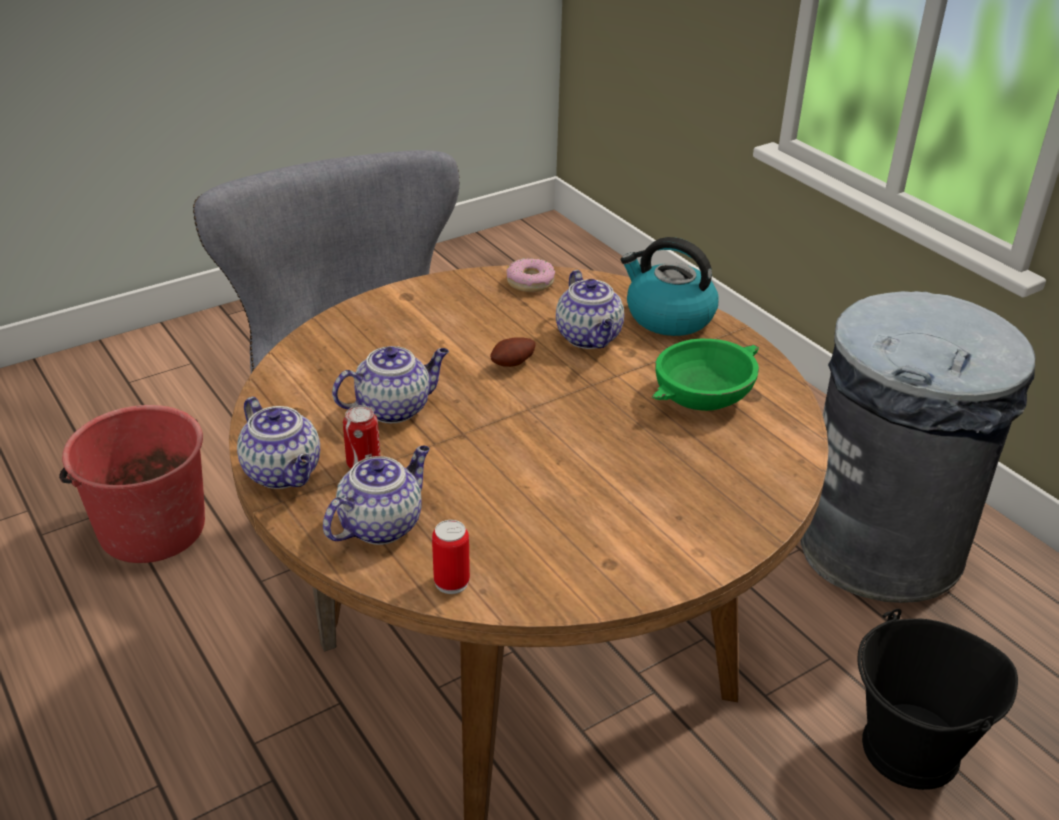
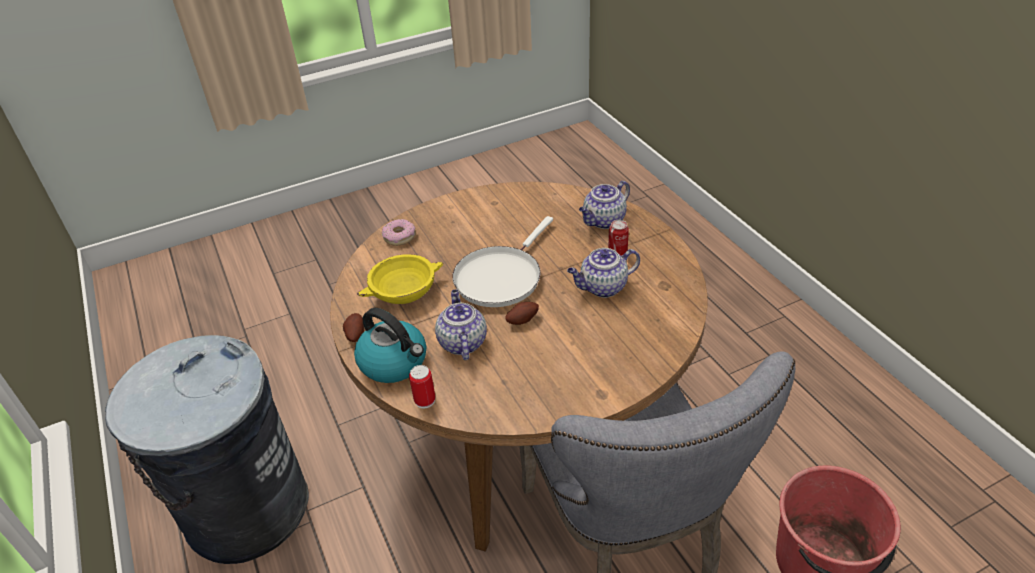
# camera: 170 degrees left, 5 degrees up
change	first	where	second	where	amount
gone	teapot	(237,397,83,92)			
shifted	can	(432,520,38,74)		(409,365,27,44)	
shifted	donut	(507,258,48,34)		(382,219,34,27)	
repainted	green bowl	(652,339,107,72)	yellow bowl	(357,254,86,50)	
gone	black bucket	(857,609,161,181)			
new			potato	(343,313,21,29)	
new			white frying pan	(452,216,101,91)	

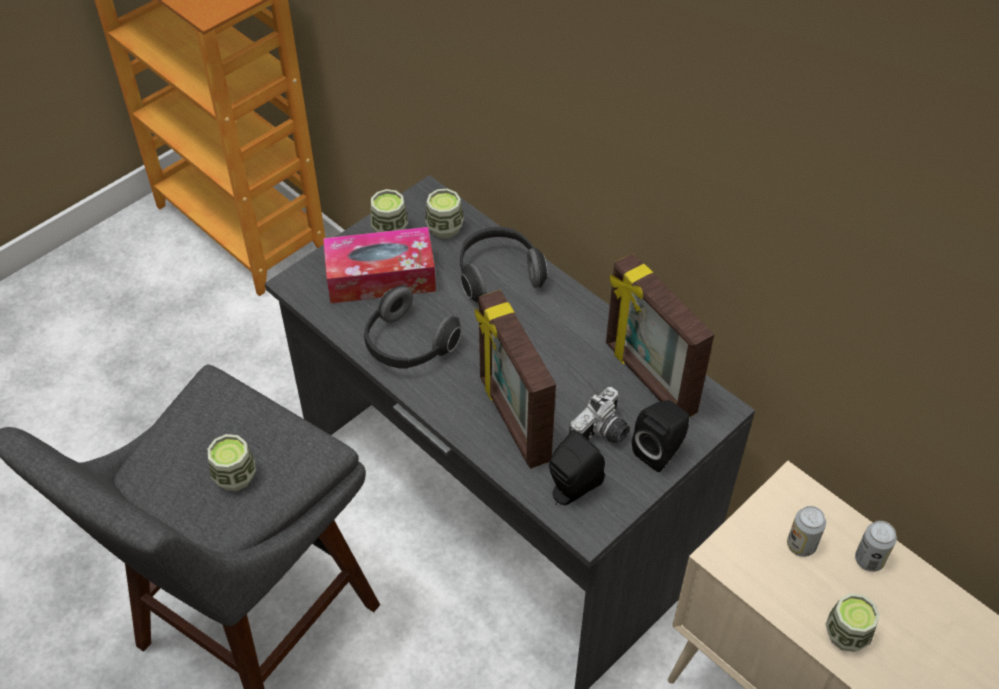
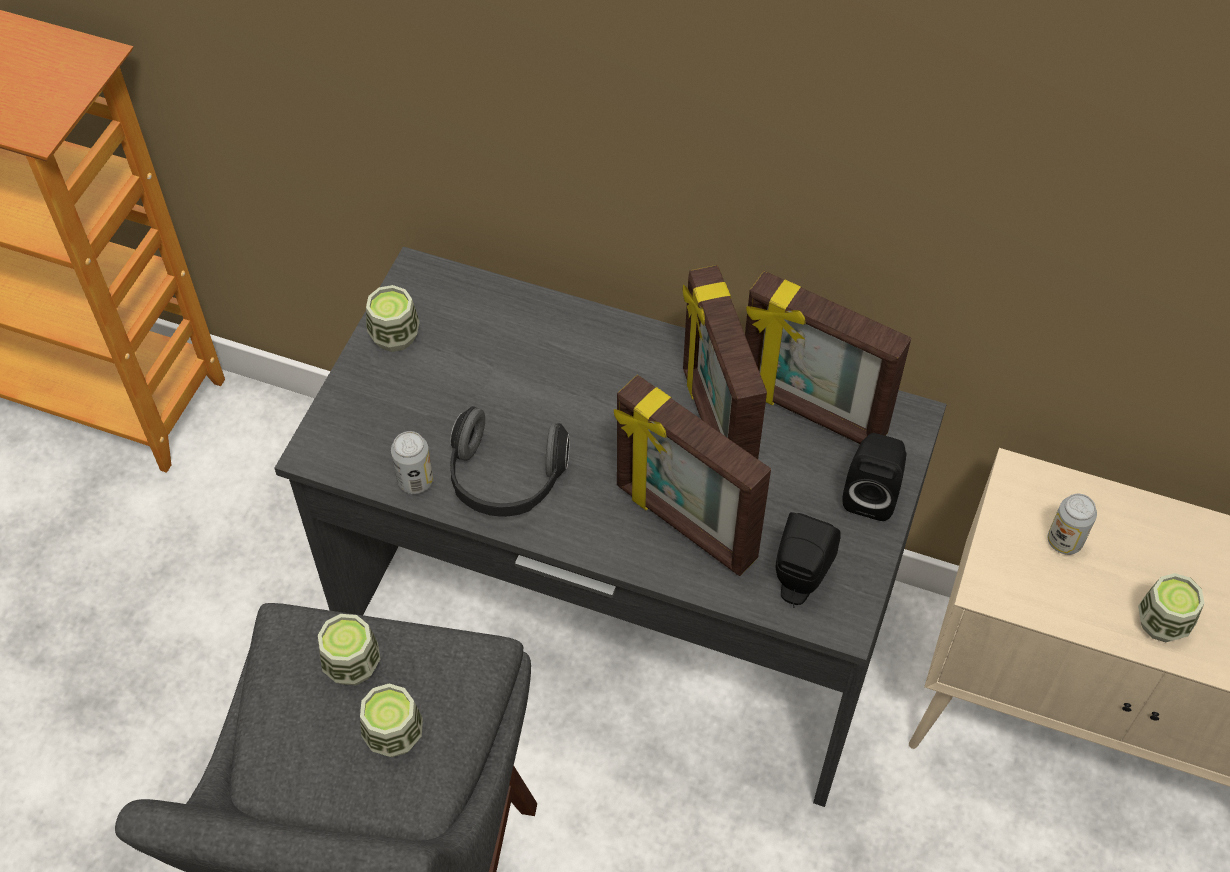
# camera: 25 degrees left, 5 degrees up
change	first	where	second	where	amount
gone	tissue box	(323,227,113,76)			
shifted	cup	(425,189,39,50)		(318,614,62,72)	
gone	headphones	(460,227,88,76)			
gone	photo camera	(569,387,61,57)			
shifted	can	(855,521,42,51)		(391,431,42,63)	
new			picture frame	(683,265,84,194)	

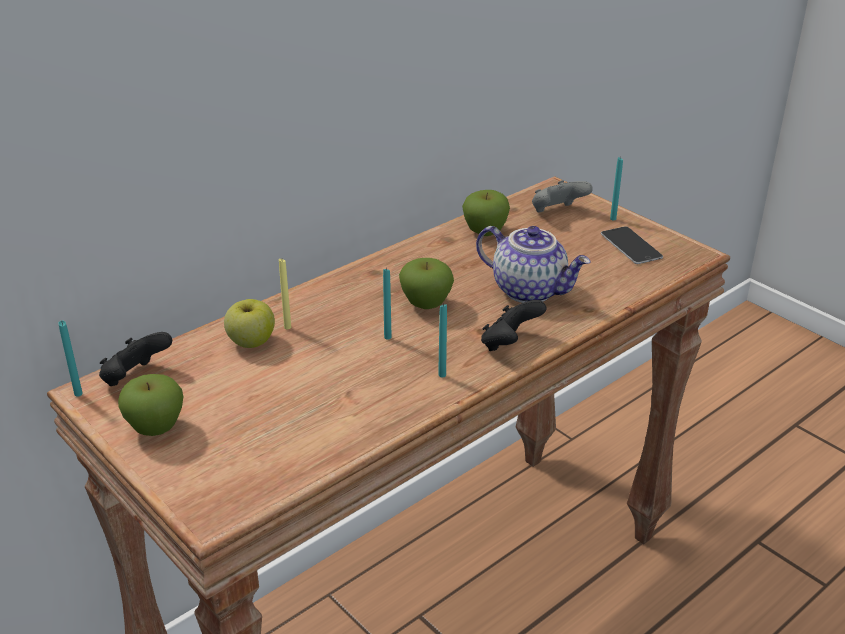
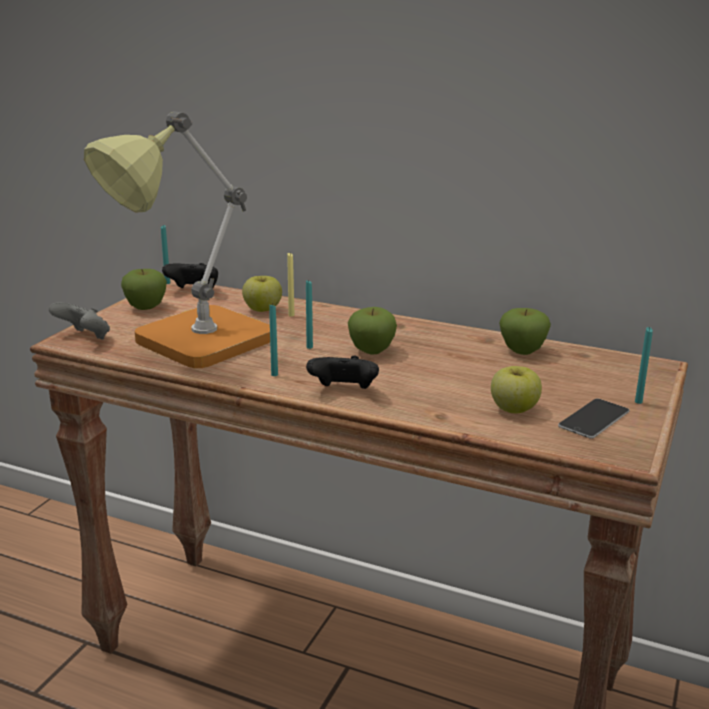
# camera: 65 degrees right, 10 degrees down
change	first	where	second	where	amount
gone	teapot	(476,226,115,77)			
shifted	grey game controller	(532,180,61,32)		(49,302,61,38)	
new			table lamp	(84,111,186,257)	
new			apple	(491,366,51,47)	

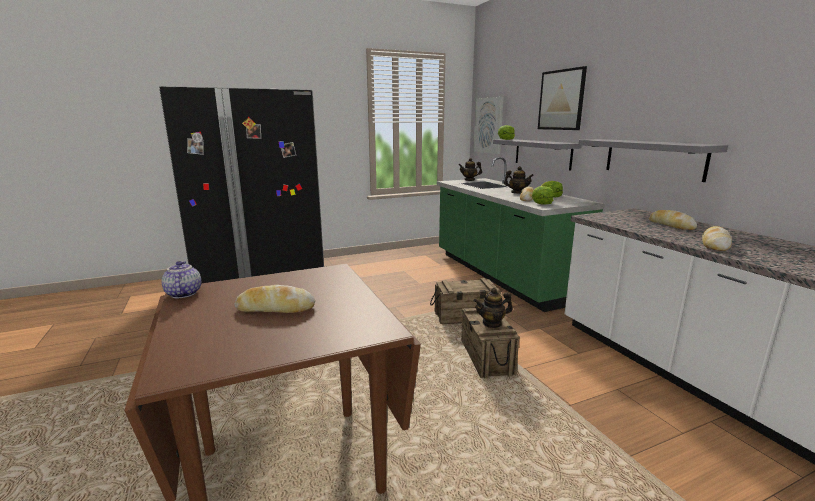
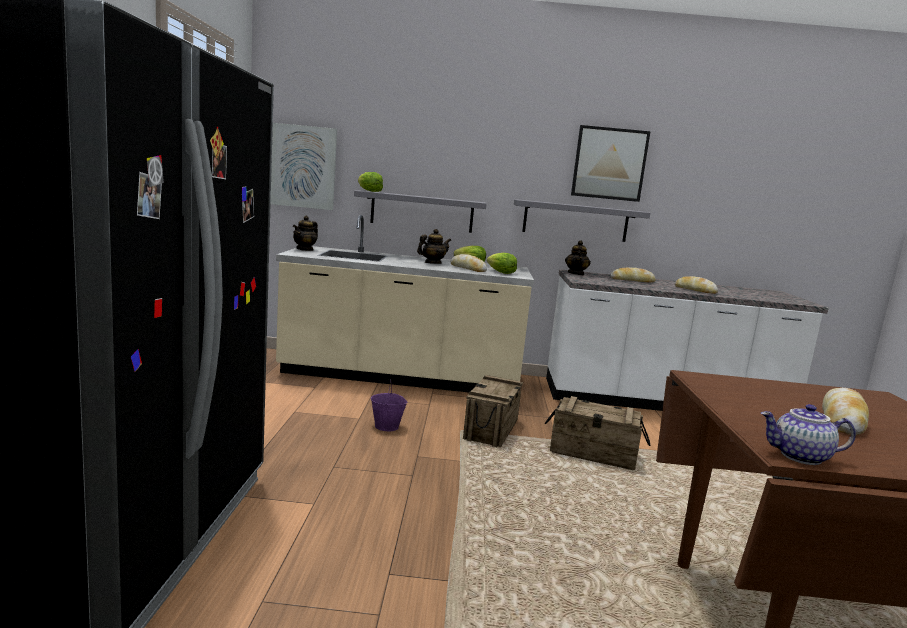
# camera: 65 degrees left, 5 degrees down
change	first	where	second	where	amount
repainted	green counter	(437,157,168,155)	beige counter	(276,215,258,177)	
shifted	teapot	(474,288,39,40)		(565,240,26,35)	
shifted	picture	(538,66,49,64)		(571,125,80,77)	
new			purple bucket	(371,379,36,52)	

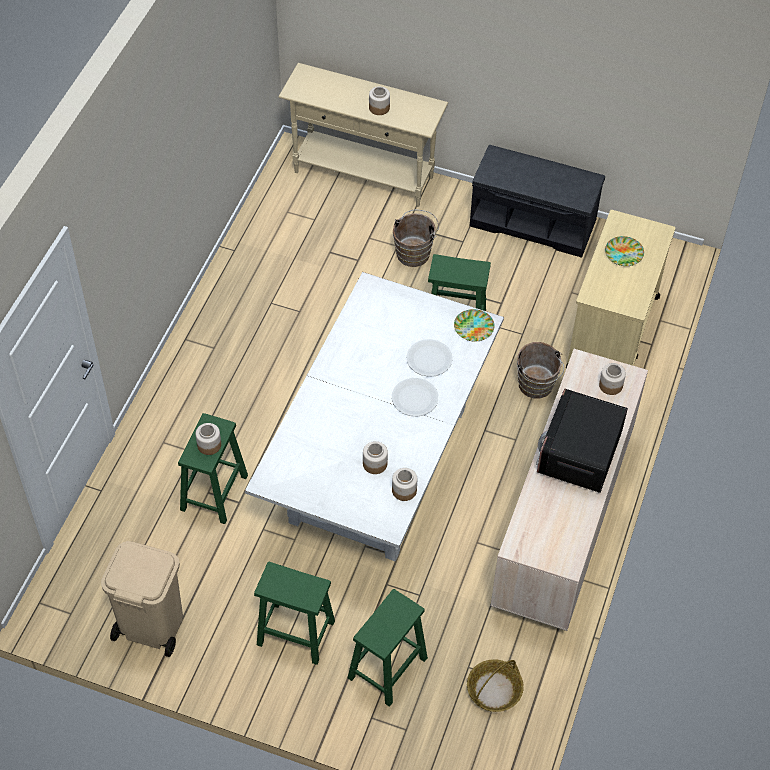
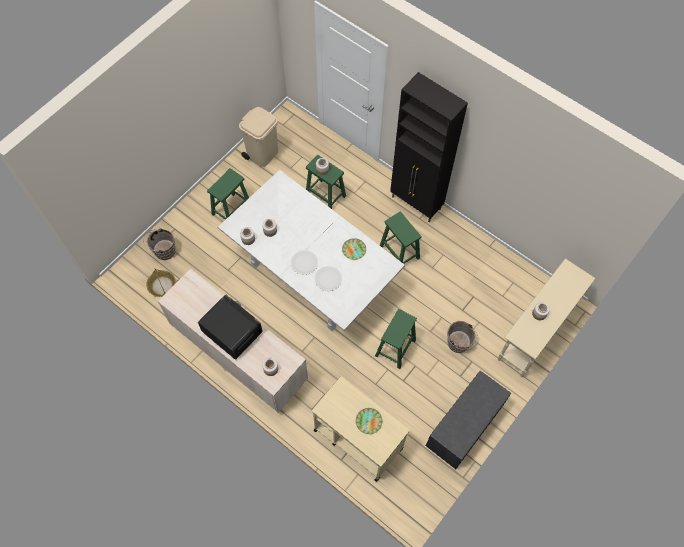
# camera: 110 degrees right, 10 degrees up
change	first	where	second	where	amount
shifted	green stool	(347,589,81,118)		(380,211,42,53)	
shifted	plate	(454,309,41,33)		(342,238,24,22)	
shifted	brown bucket	(517,342,47,56)		(143,227,33,33)	
new			black cabinet	(390,72,78,150)	

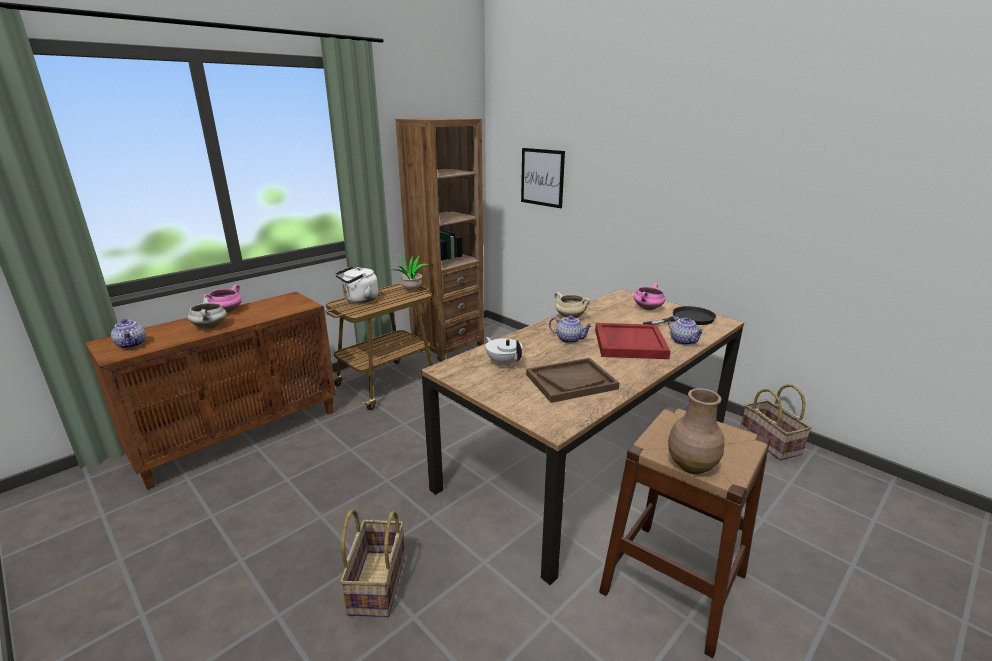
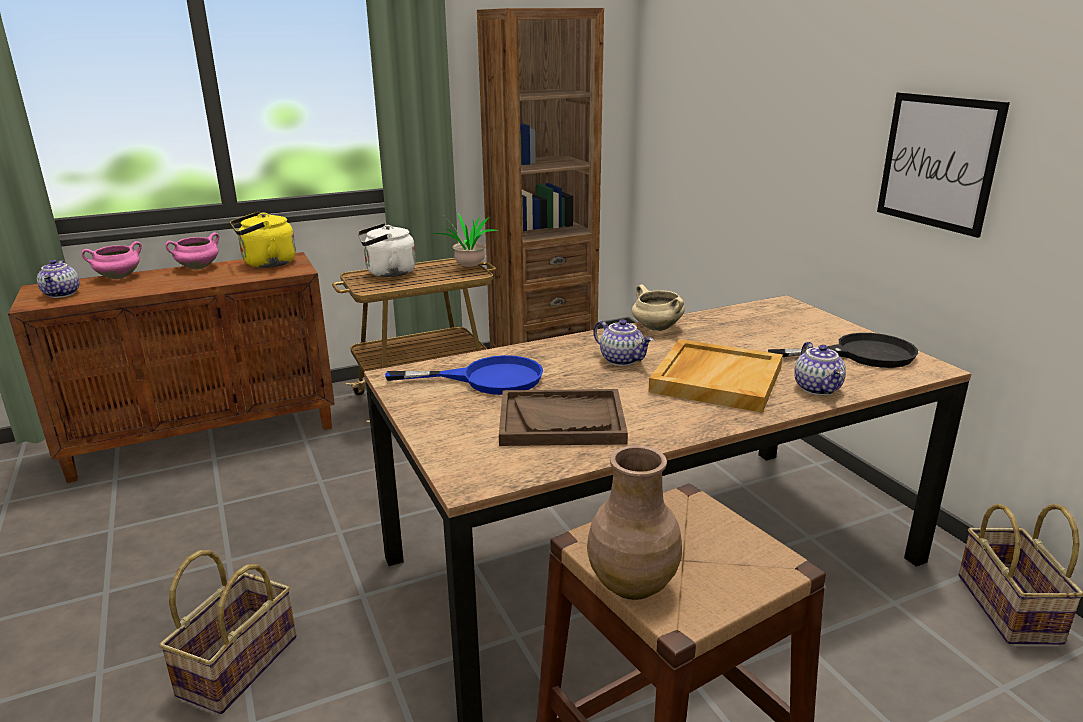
# camera: 20 degrees right, 0 degrees up
change	first	where	second	where	amount
gone	white cooking pot	(188,298,39,31)			
swapped	white teapot	(486,337,37,29)	blue frying pan	(385,355,158,40)	
shifted	picture	(521,148,44,60)		(877,92,133,146)	
repainted	red tray	(595,323,75,36)	beige tray	(648,339,135,74)	
shifted	pink cooking pot	(634,283,31,27)		(81,241,61,38)	
new			yellow kettle	(230,212,66,56)	

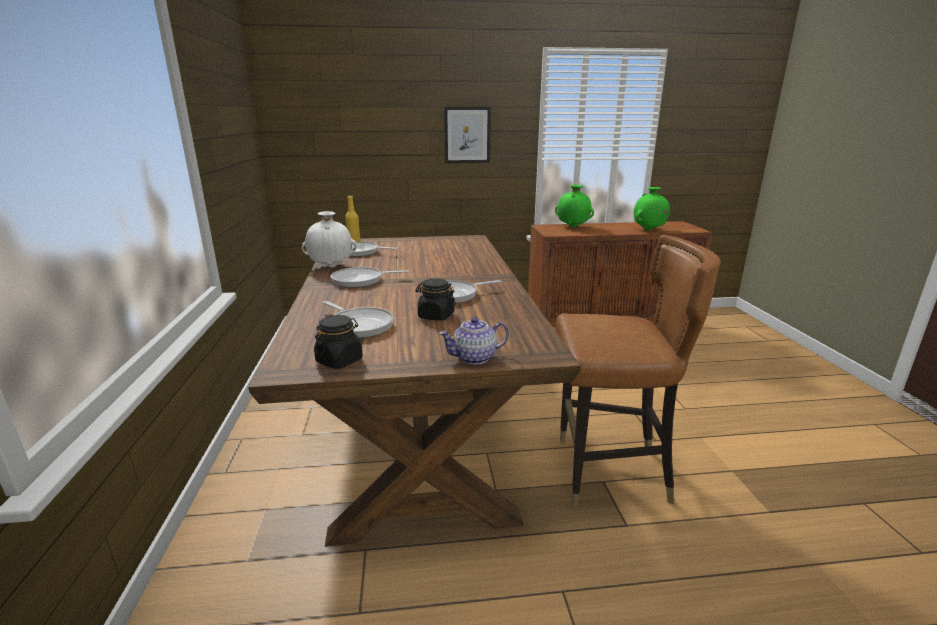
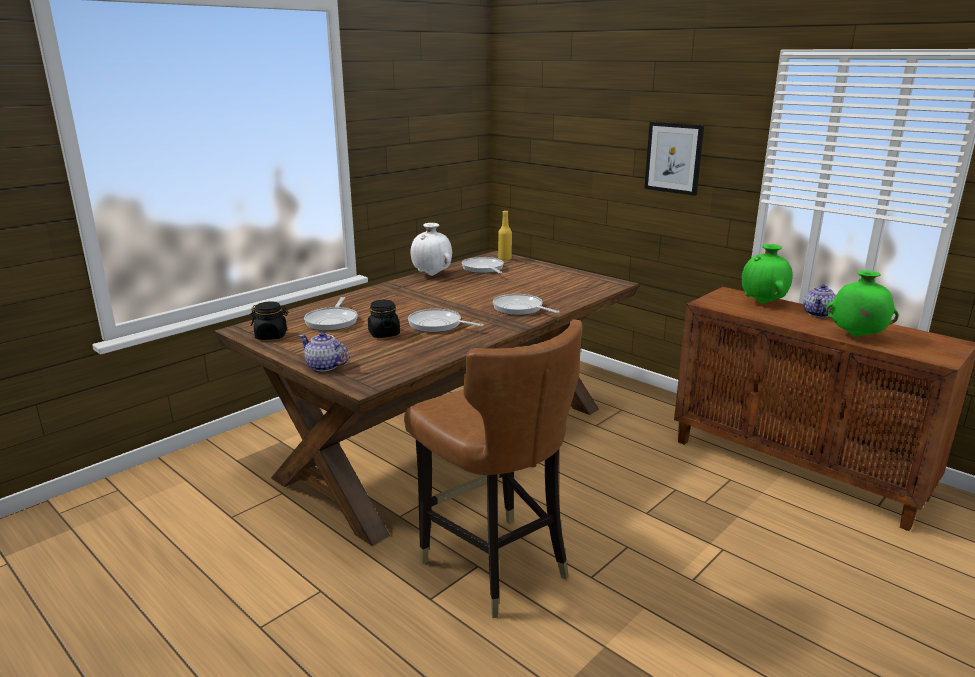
# camera: 50 degrees right, 0 degrees up
change	first	where	second	where	amount
shifted	frying pan	(331,267,78,21)		(493,294,67,21)	
new			teapot	(803,284,33,34)	

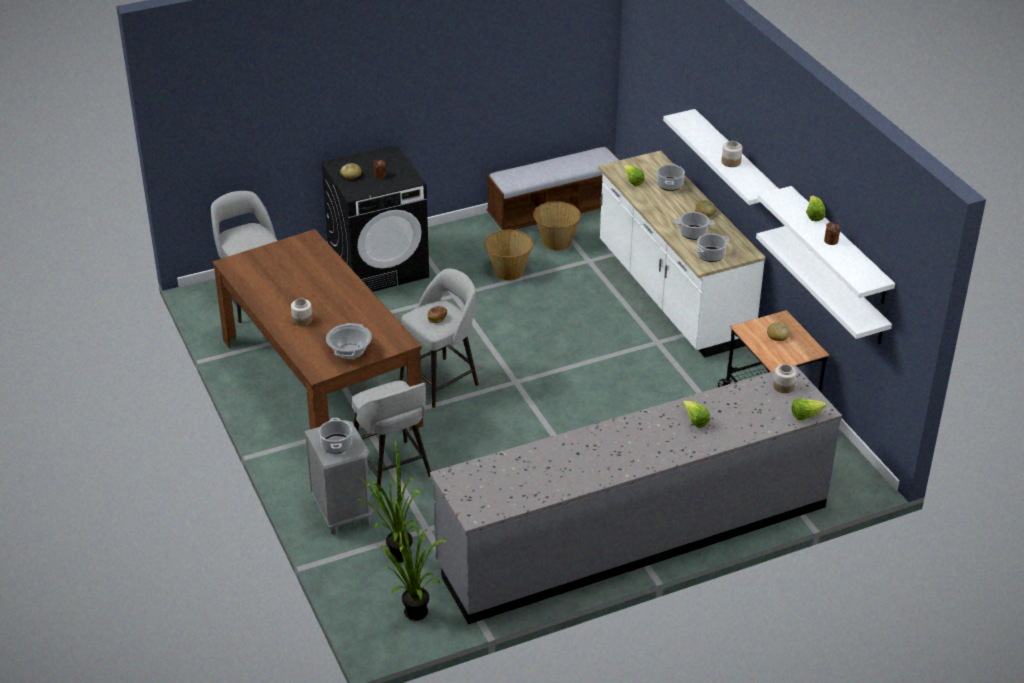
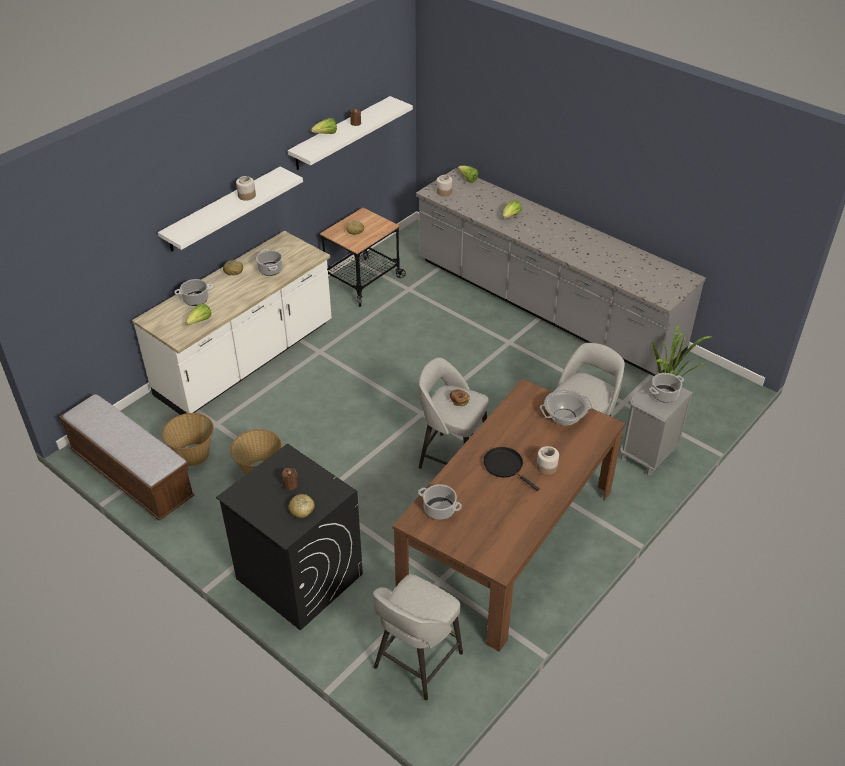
# camera: 115 degrees left, 5 degrees up
change	first	where	second	where	amount
gone	potted plant	(378,497,71,124)			
shifted	cooking pot	(694,233,35,29)		(418,484,44,36)	
gone	white shelf	(756,226,136,118)			
new			black frying pan	(483,447,57,44)	

